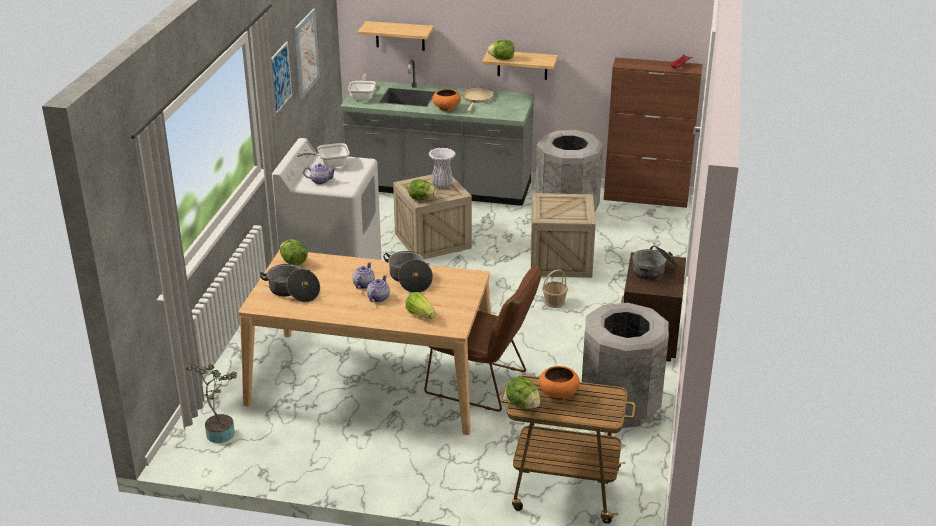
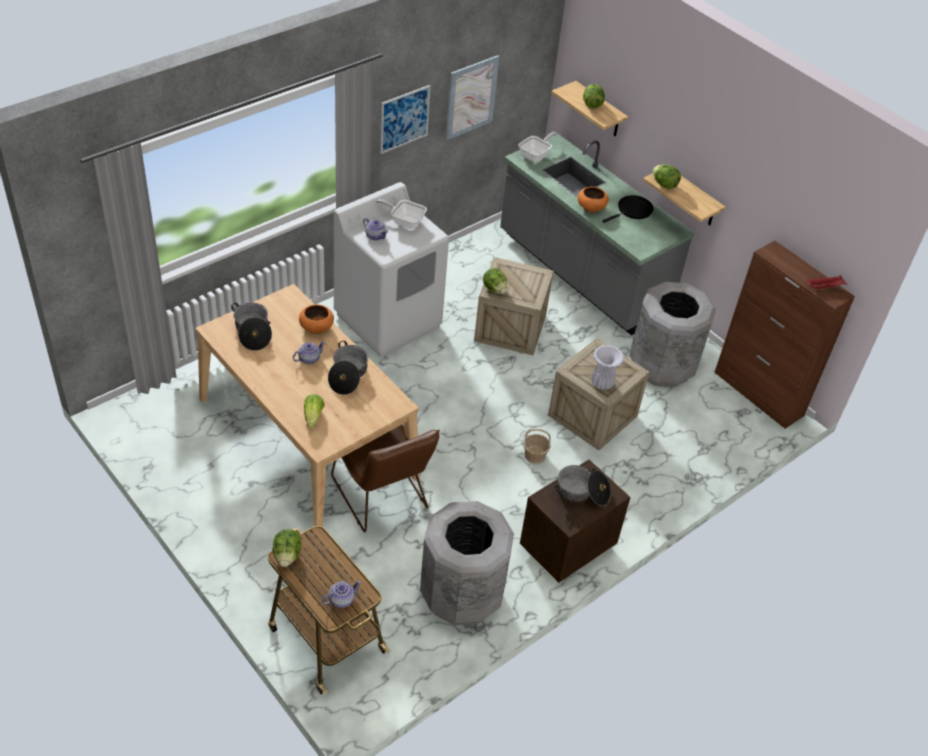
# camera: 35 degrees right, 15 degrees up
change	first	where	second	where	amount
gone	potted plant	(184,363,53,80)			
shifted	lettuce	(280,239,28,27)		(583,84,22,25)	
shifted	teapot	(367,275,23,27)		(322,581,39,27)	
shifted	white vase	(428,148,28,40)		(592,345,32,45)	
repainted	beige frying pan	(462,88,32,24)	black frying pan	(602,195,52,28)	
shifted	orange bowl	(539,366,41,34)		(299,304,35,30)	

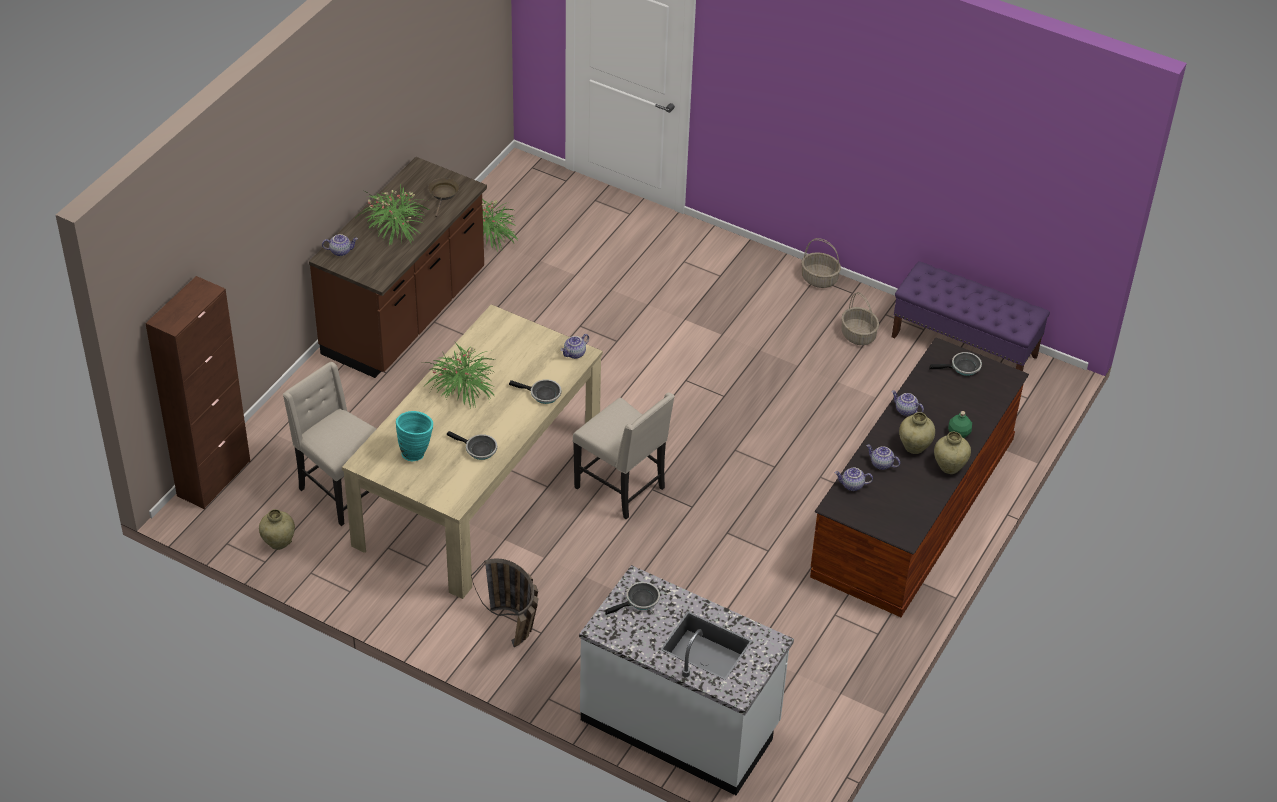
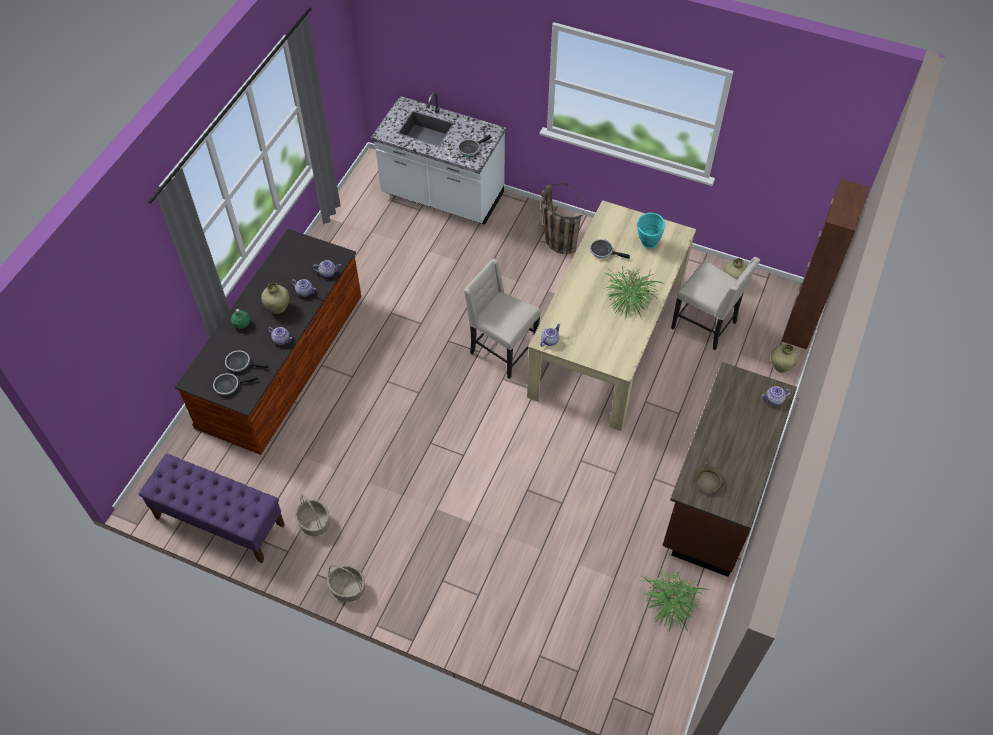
# camera: 175 degrees right, 10 degrees up
change	first	where	second	where	amount
gone	potted plant	(359,184,72,62)			
shifted	frying pan	(509,379,52,25)		(225,350,43,22)	
shifted	beige vase	(934,431,37,43)		(771,344,27,29)	

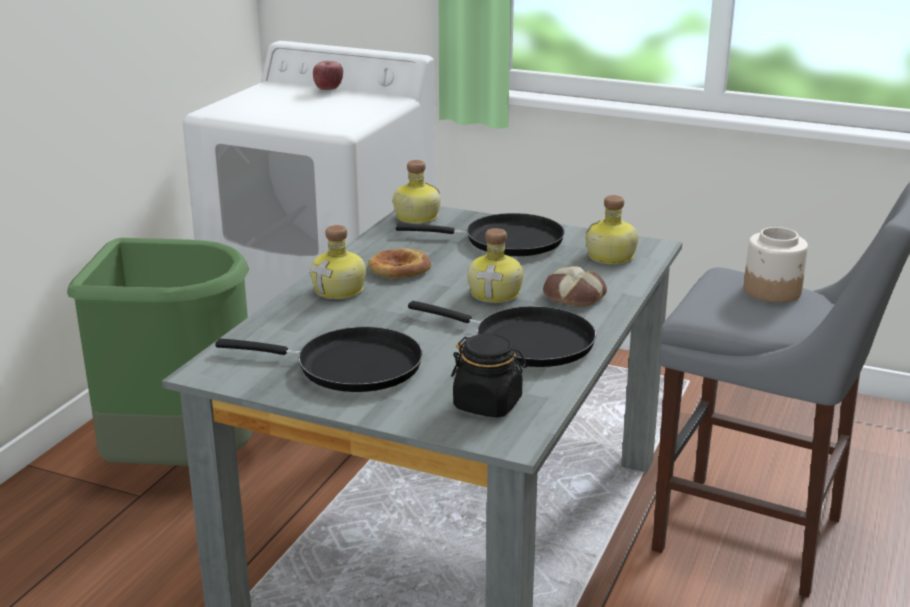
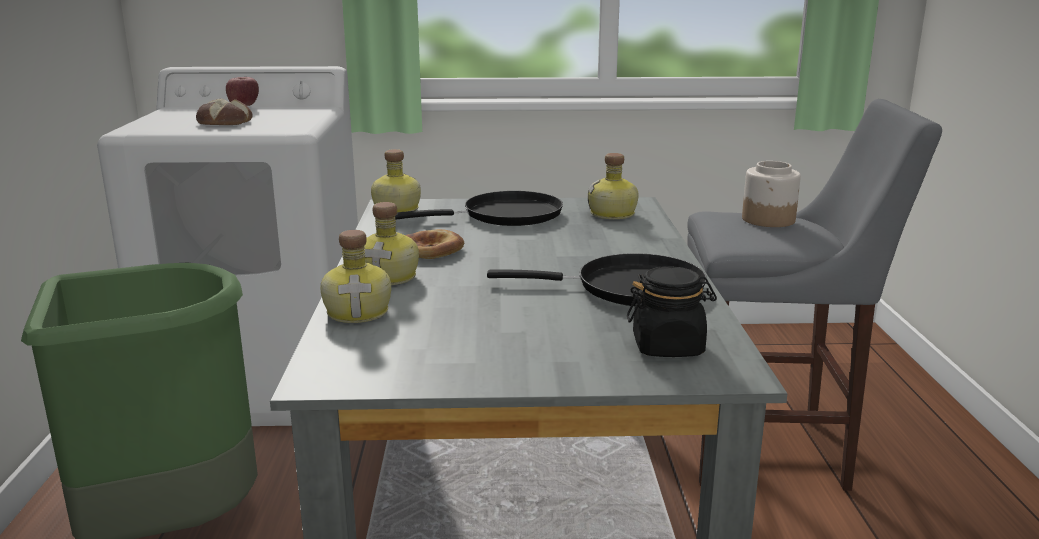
# camera: 25 degrees left, 5 degrees down
change	first	where	second	where	amount
gone	black frying pan	(215,327,208,65)			
shifted	bottle	(467,228,57,75)		(320,230,71,93)	
shifted	bread	(543,266,64,40)		(196,99,57,26)	

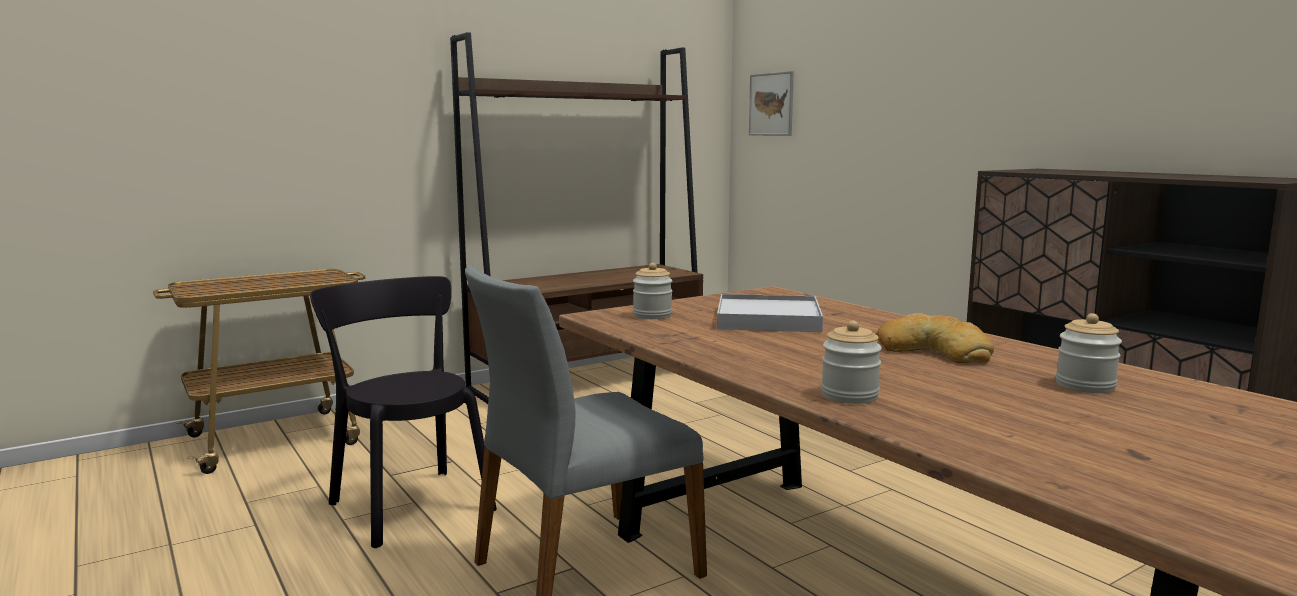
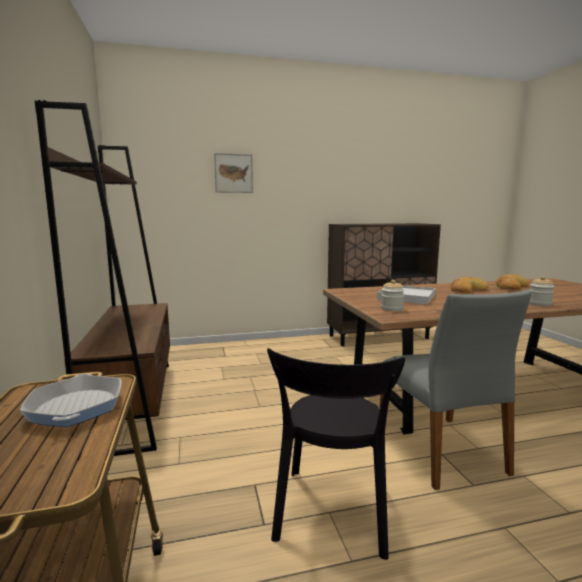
# camera: 70 degrees left, 0 degrees up
change	first	where	second	where	amount
rotated	black chair	(310,276,187,272)		(267,348,138,212)	60 degrees counterclockwise
shifted	picture	(749,71,45,65)		(214,153,39,40)	
swapped	jar	(1056,313,66,80)	bread	(496,274,33,16)	
new			frying pan	(20,374,102,53)	

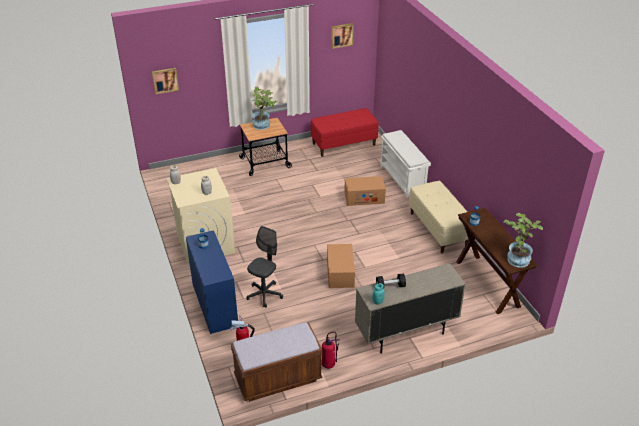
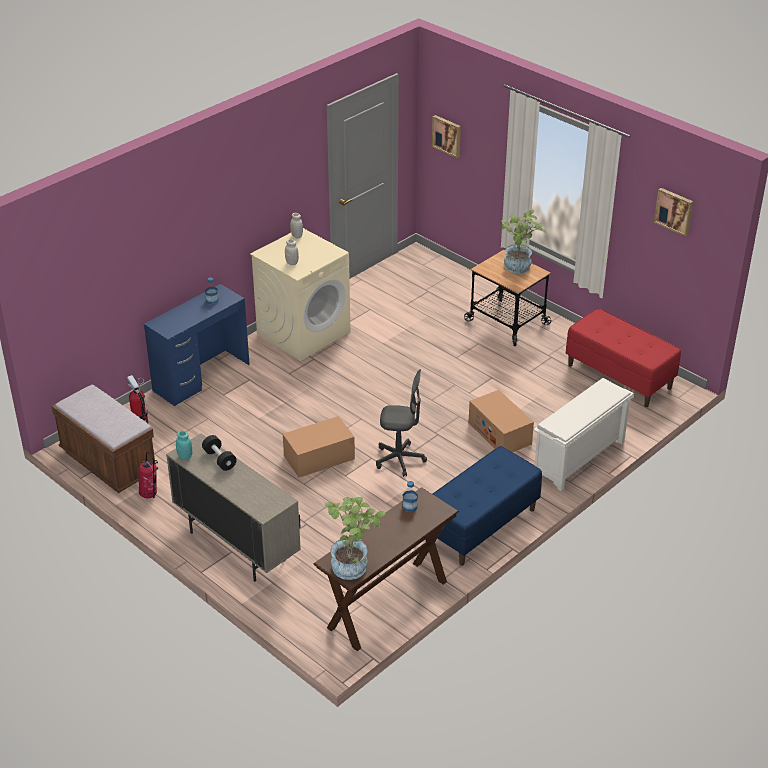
# camera: 65 degrees right, 0 degrees up
change	first	where	second	where	amount
shifted	grey office chair	(246,226,37,82)		(376,369,51,108)	
repainted	beige bench	(409,181,60,72)	blue bench	(433,446,109,120)	

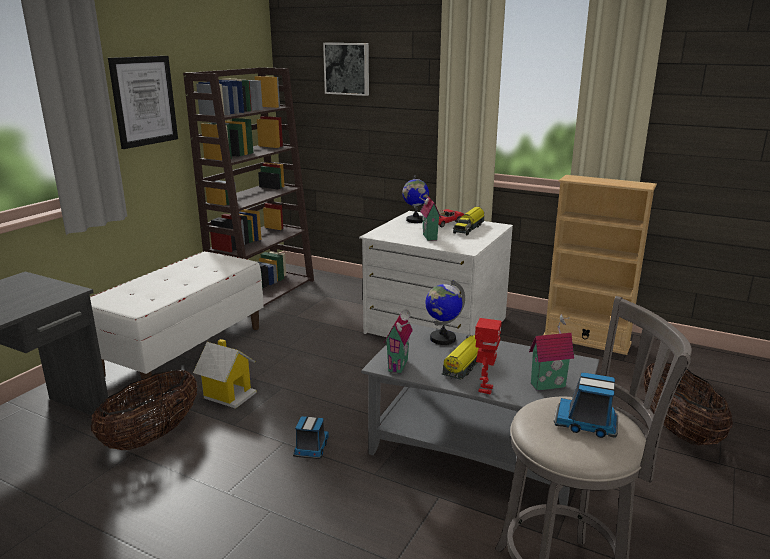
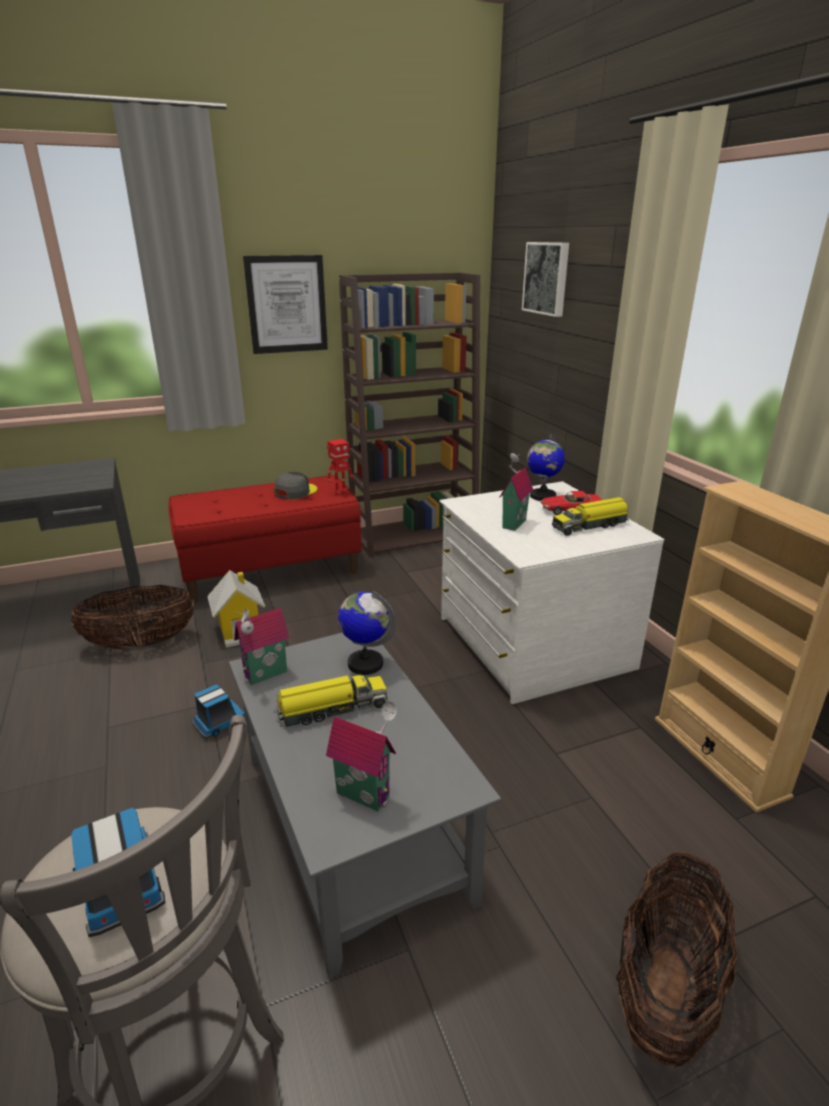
# camera: 40 degrees right, 5 degrees up
change	first	where	second	where	amount
repainted	white bench	(90,251,174,143)	red bench	(169,475,193,128)	
shifted	toy robot	(475,318,27,77)		(327,439,27,56)	
new			grey cap	(274,472,43,28)	

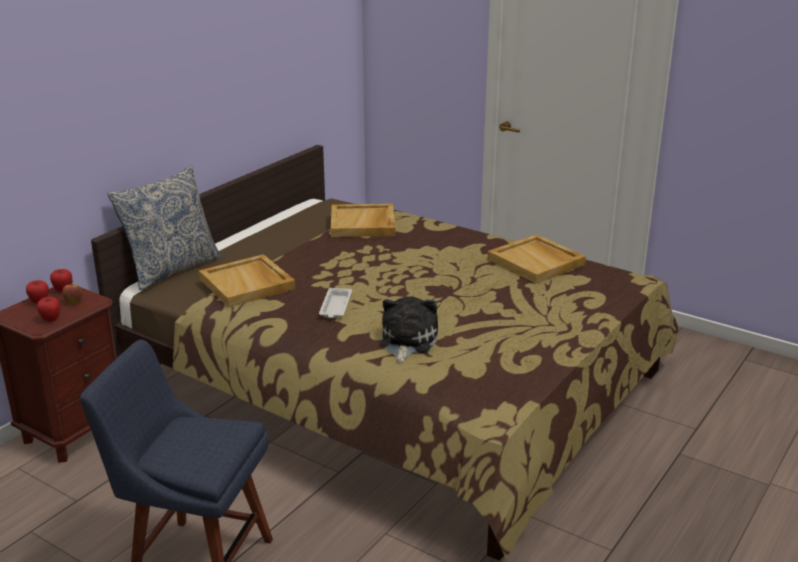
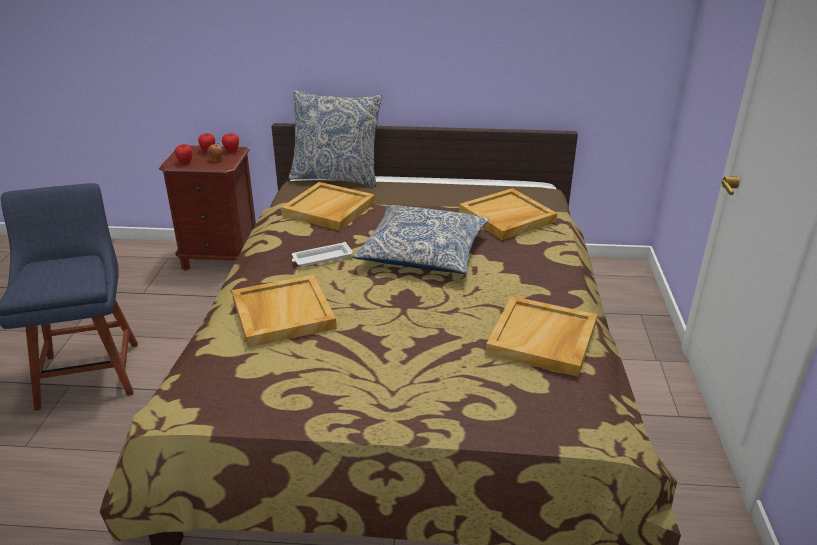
# camera: 60 degrees right, 5 degrees up
change	first	where	second	where	amount
swapped	plush toy	(380,297,58,66)	beige tray	(232,275,105,73)	
new			pillow	(353,205,136,69)	

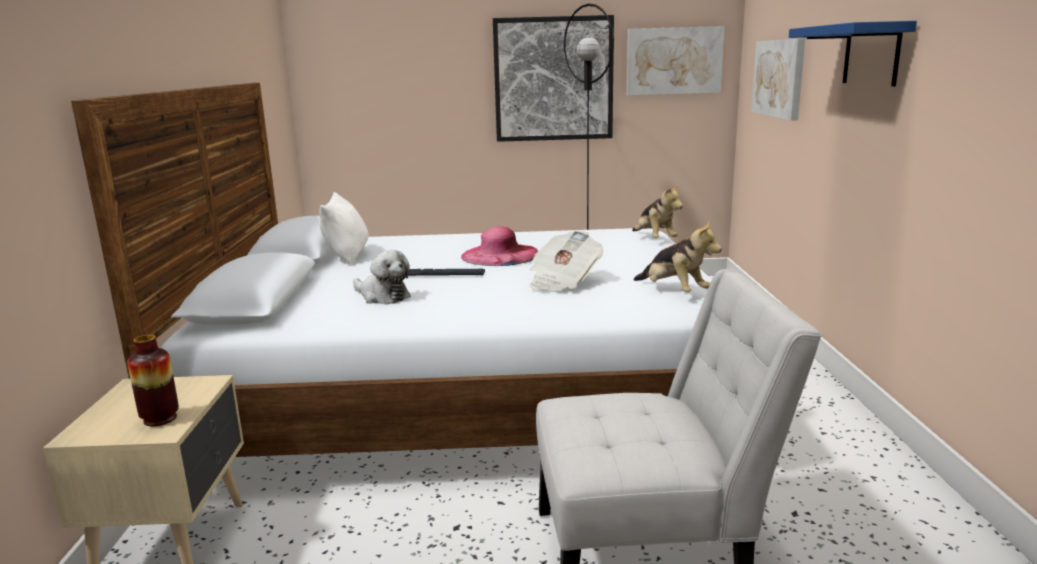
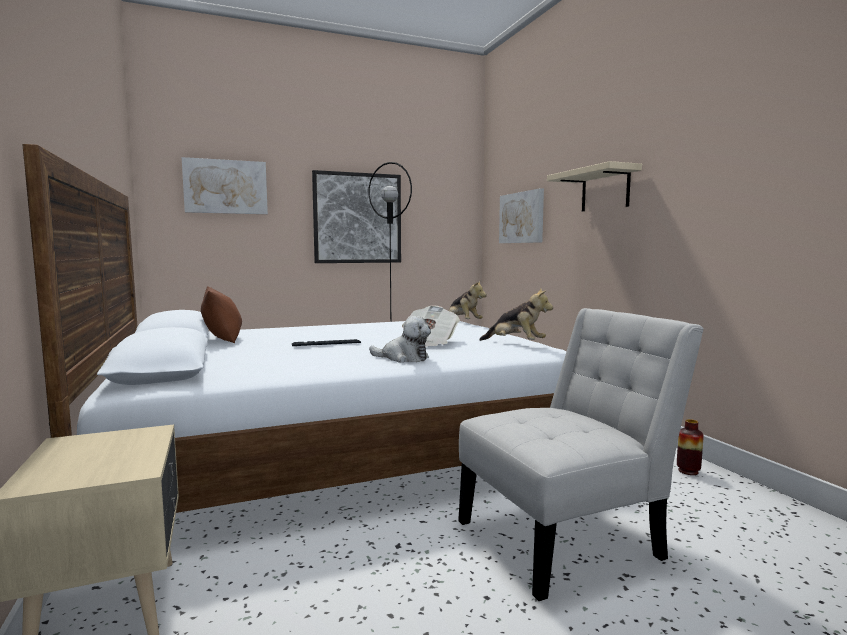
# camera: 20 degrees left, 10 degrees down
change	first	where	second	where	amount
shifted	vase	(127,335,52,91)		(677,419,27,56)	
repainted	white pillow	(319,192,50,72)	brown pillow	(201,286,41,57)	
shifted	plush toy	(353,250,58,54)		(369,316,62,46)	
gone	pink hat	(461,226,77,40)			
shifted	picture	(627,26,98,69)		(182,157,86,57)	
repainted	blue shelf	(789,21,128,65)	beige shelf	(547,161,95,50)	

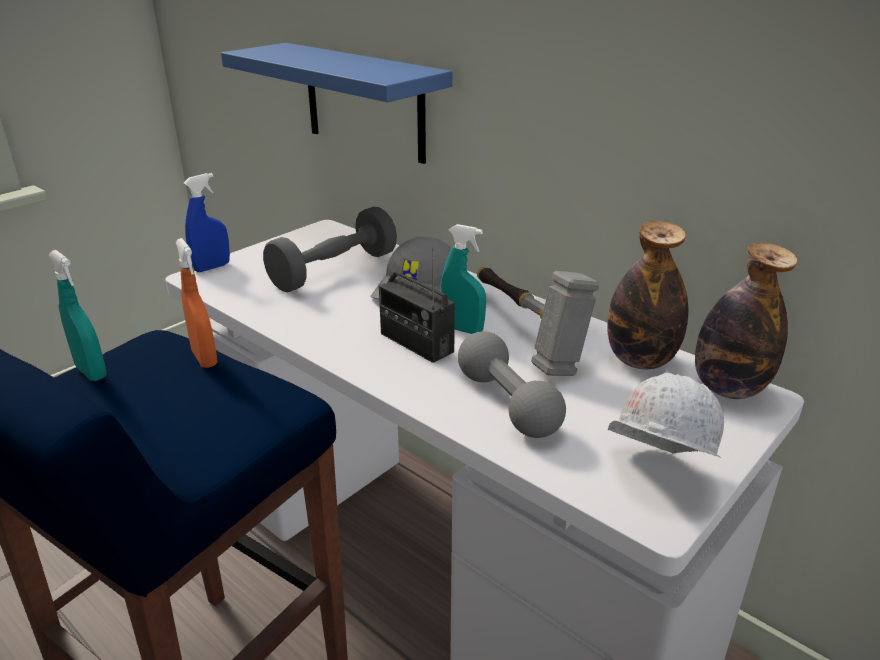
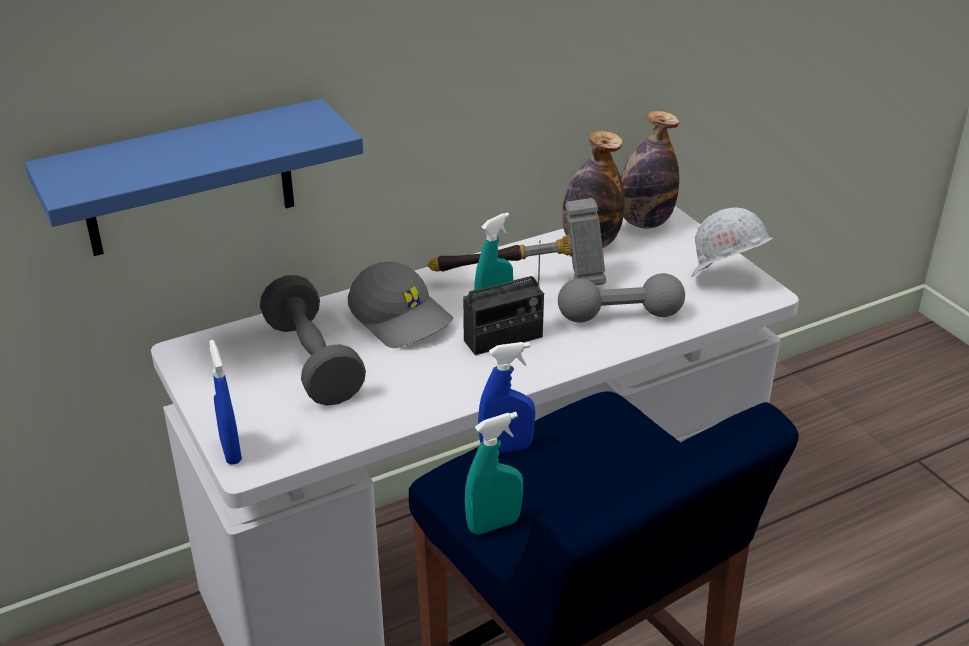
# camera: 70 degrees left, 5 degrees up
change	first	where	second	where	amount
repainted	orange spray bottle	(176,238,41,130)	blue spray bottle	(478,342,57,111)	

